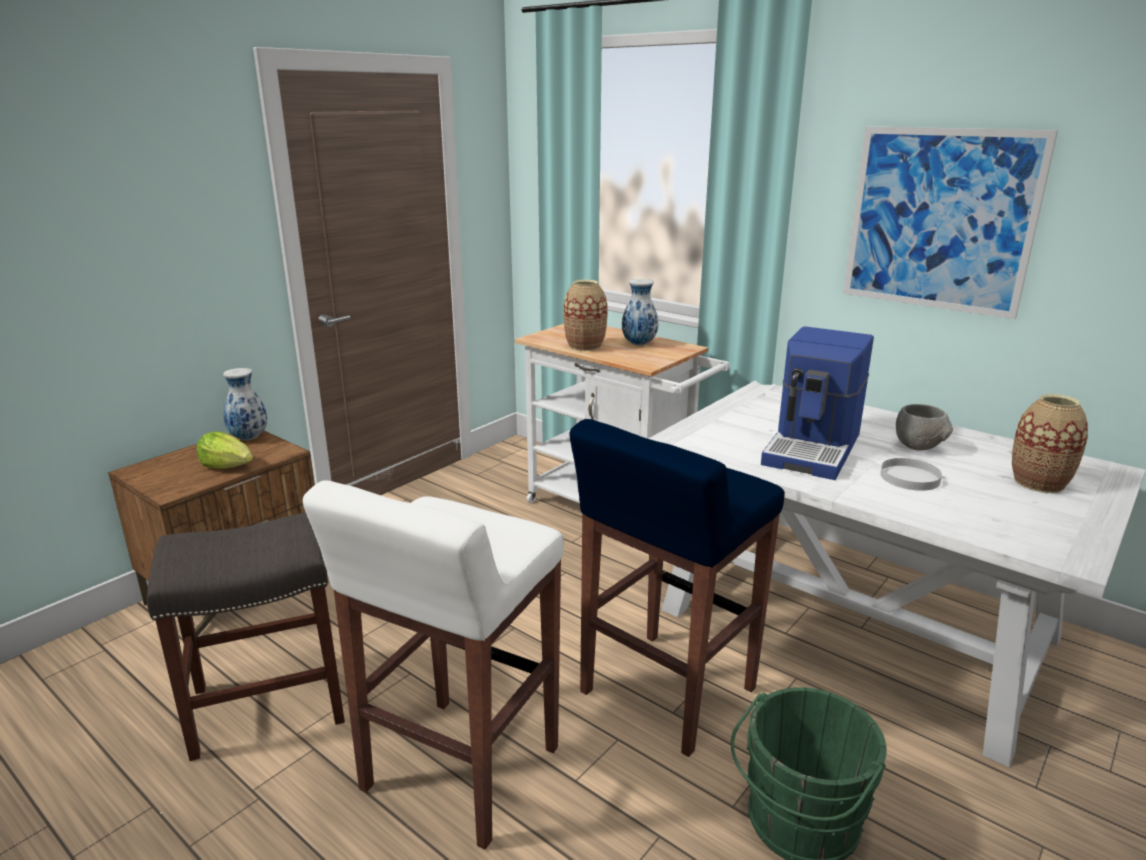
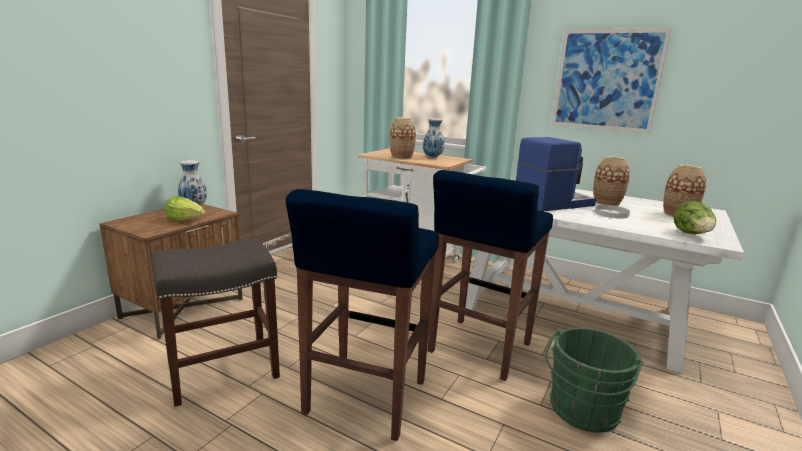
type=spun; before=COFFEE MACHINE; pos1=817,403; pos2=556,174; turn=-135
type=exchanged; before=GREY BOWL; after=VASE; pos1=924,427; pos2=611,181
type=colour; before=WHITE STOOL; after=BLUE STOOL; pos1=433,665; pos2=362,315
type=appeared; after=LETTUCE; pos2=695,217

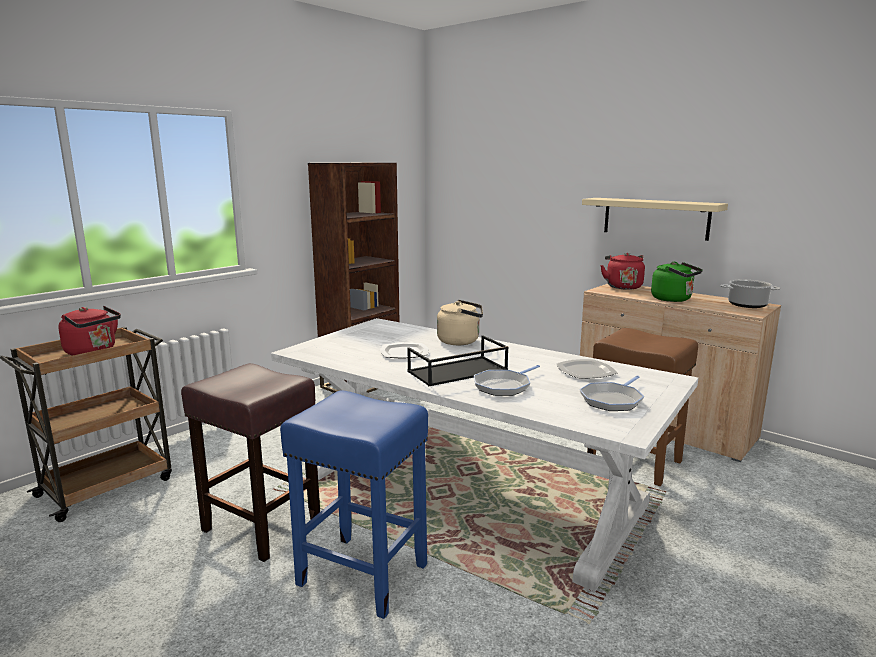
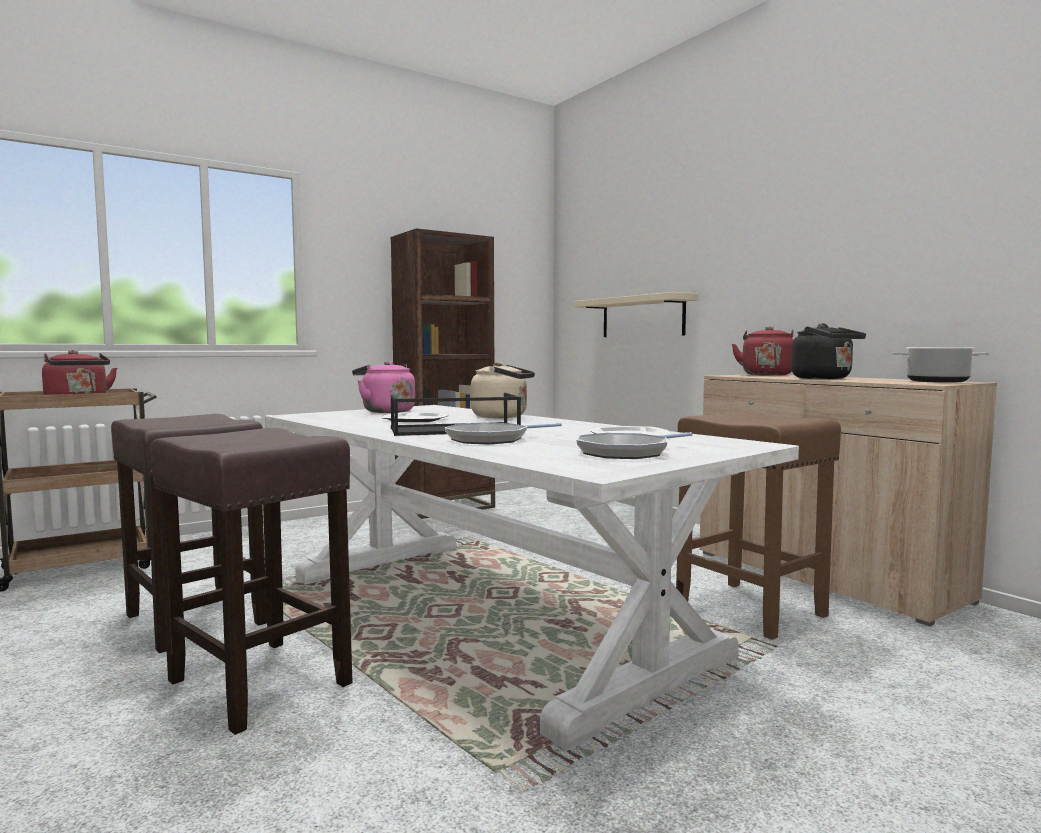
type=relocated; before=BEIGE SHELF; pos1=655,219; pos2=635,314
type=colour; before=GREEN KETTLE; after=BLACK KETTLE; pos1=677,282; pos2=828,351
type=colour; before=BLUE STOOL; after=BROWN STOOL; pos1=354,504; pos2=251,581
type=appeared; after=PINK KETTLE; pos2=383,387

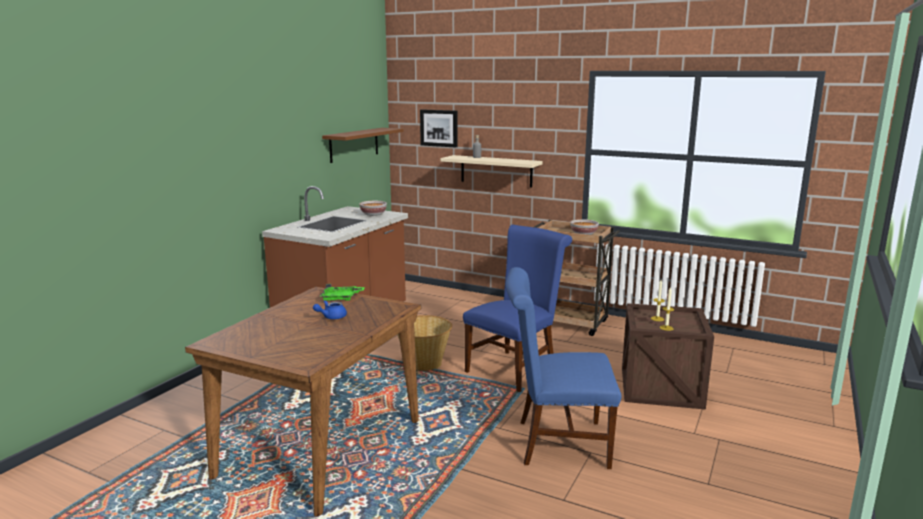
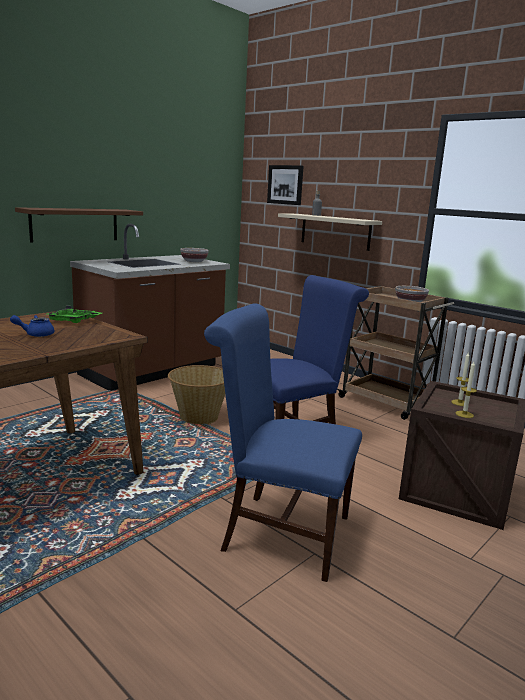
type=relocated; before=BROWN SHELF; pos1=363,145; pos2=79,225

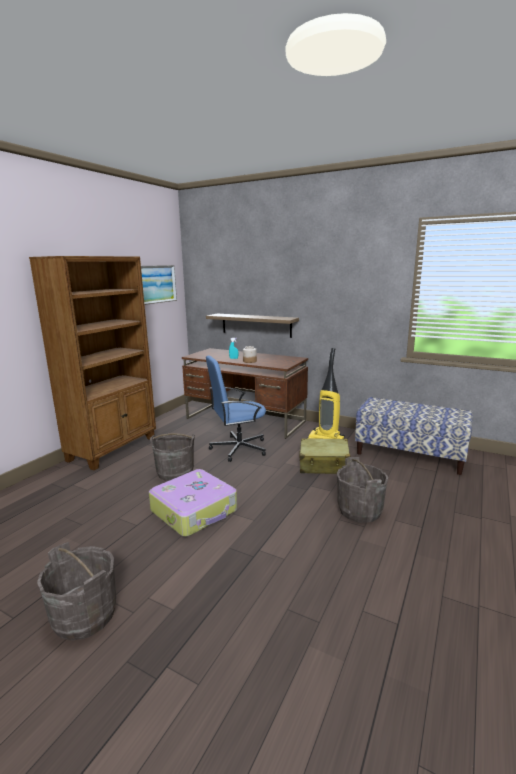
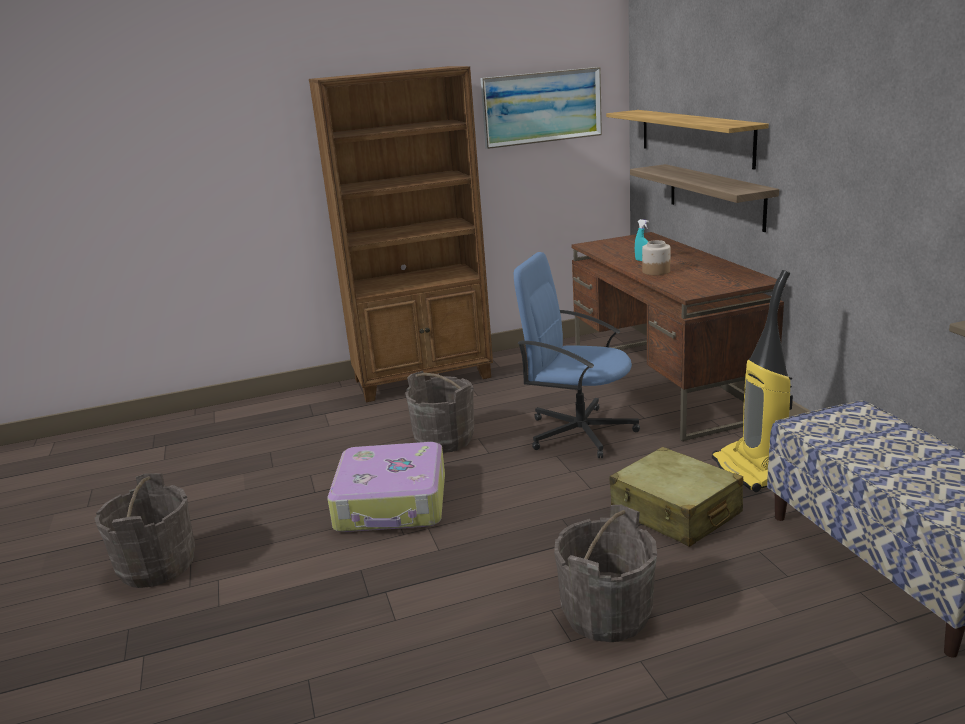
type=appeared; after=SHELF; pos2=687,140

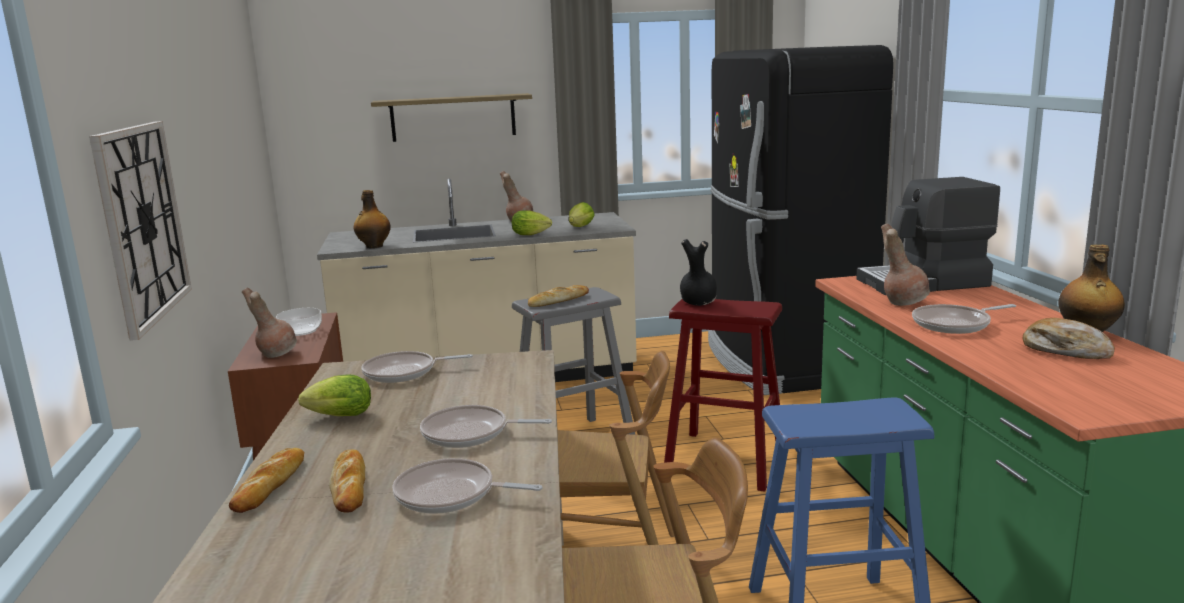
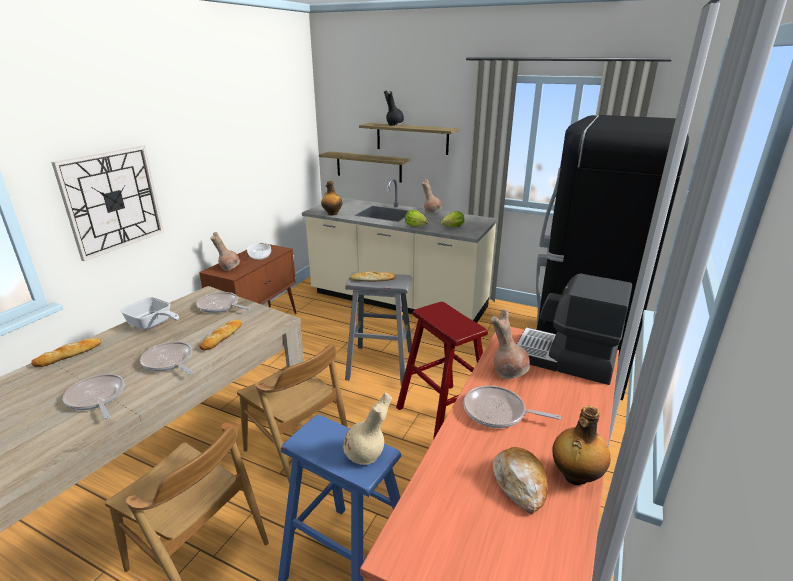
type=relocated; before=BLACK VASE; pos1=698,272; pos2=394,108
type=exchanged; before=LETTUCE; after=FRYING PAN; pos1=334,395; pos2=149,313
type=relocated; before=BREAD; pos1=347,481; pos2=220,335
type=appeared; after=SHELF; pos2=364,167
type=appeared; after=BEIGE VASE; pos2=367,429

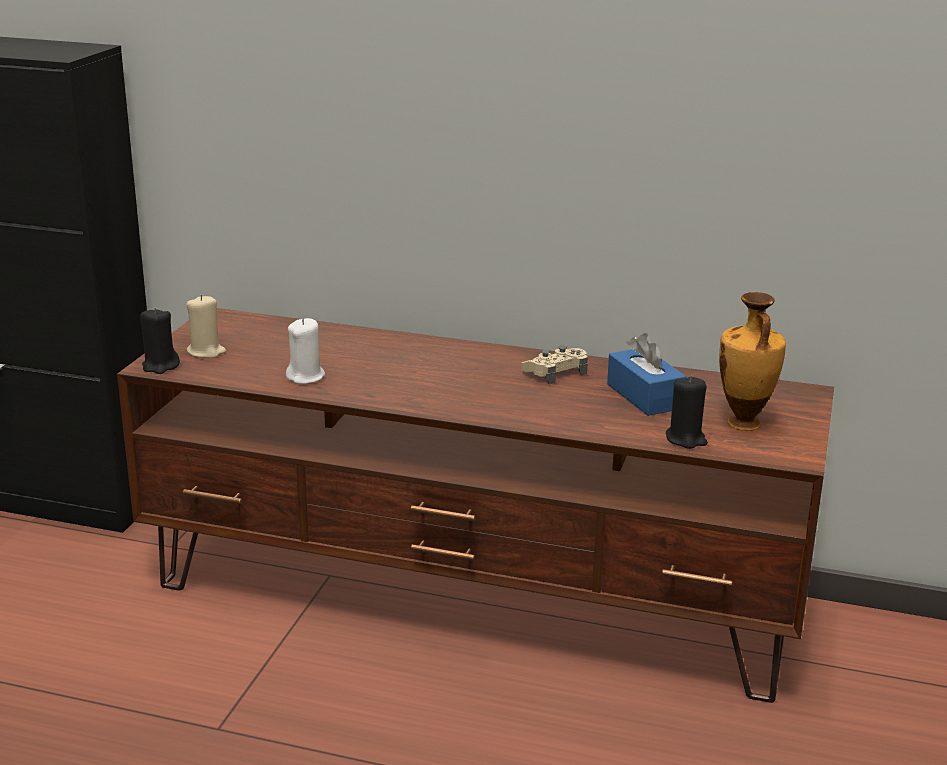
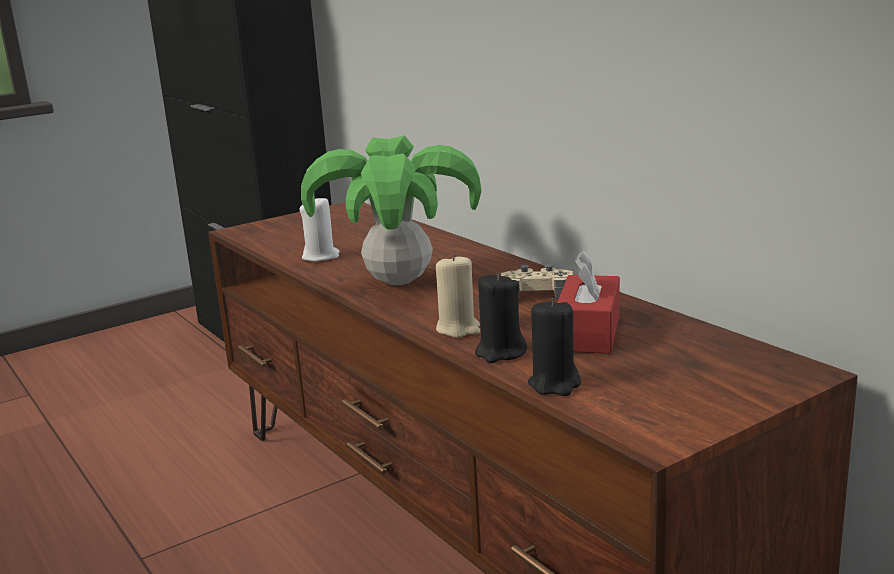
type=missing; before=VASE; pos1=752,361
type=relocated; before=BEIGE CANDLE; pos1=206,326; pos2=458,296
type=relocated; before=BLACK CANDLE; pos1=160,341; pos2=501,317
type=colour; before=BLUE TISSUE BOX; after=RED TISSUE BOX; pos1=647,374; pos2=588,302
type=appeared; after=POTTED PLANT; pos2=391,210

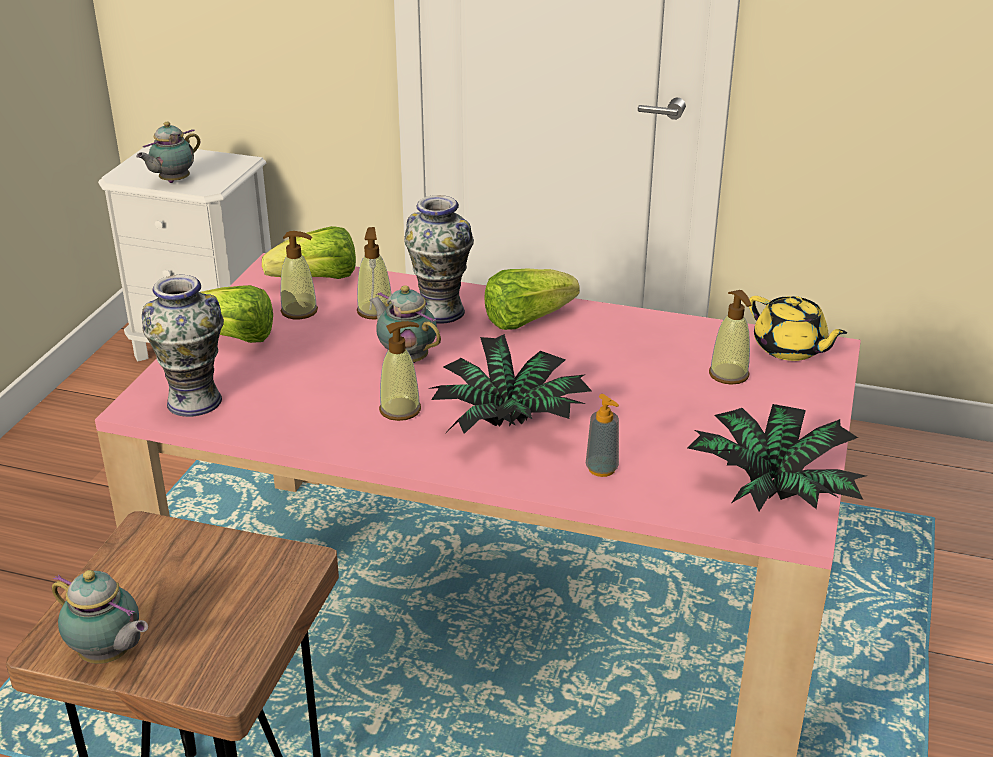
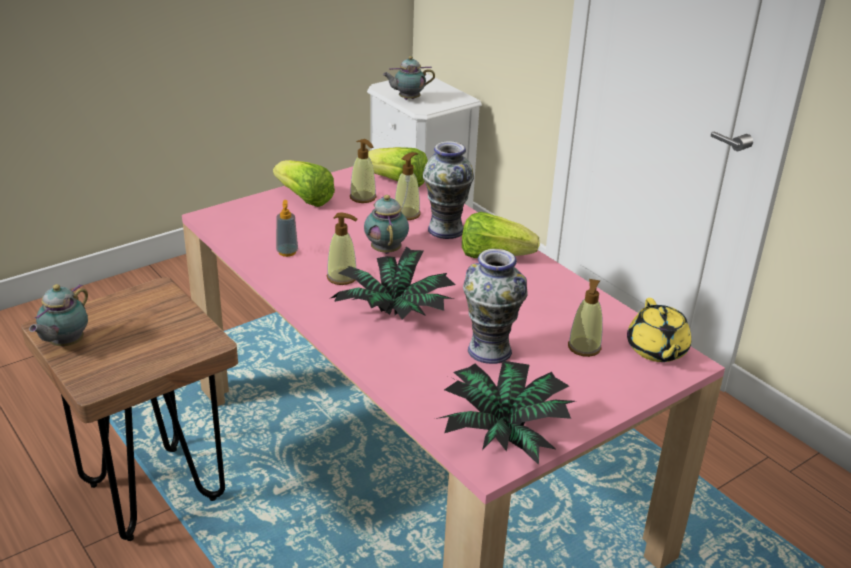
type=relocated; before=VASE; pos1=183,346; pos2=495,306
type=relocated; before=SOAP DISPENSER; pos1=602,435; pos2=287,228
type=spun; before=TEAPOT; pos1=100,617; pos2=58,315; turn=45

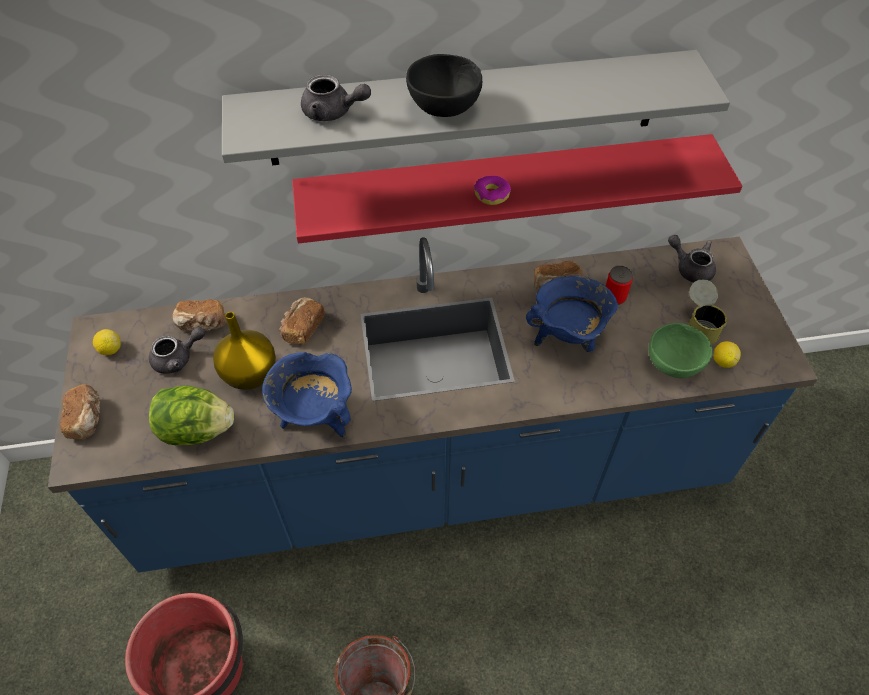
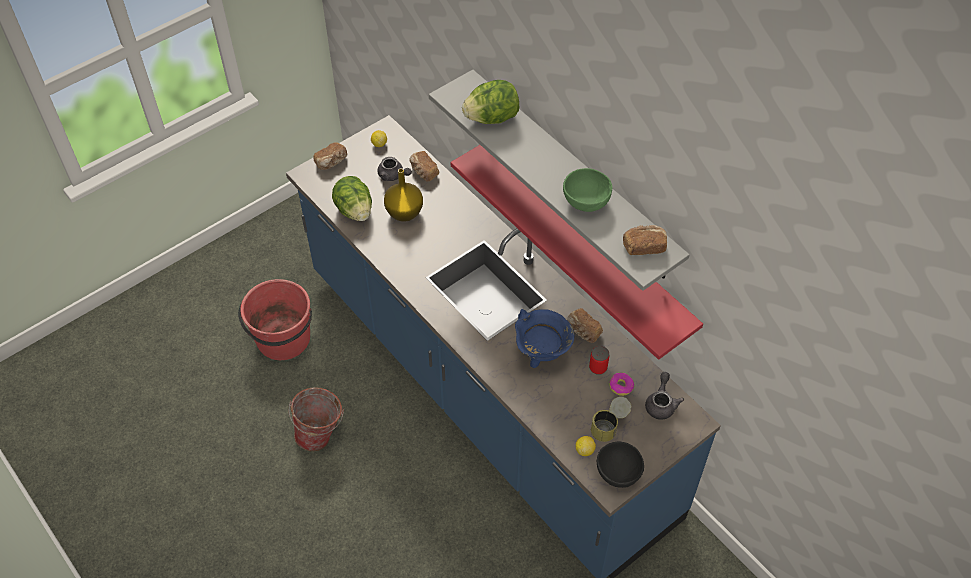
type=relocated; before=BLACK BOWL; pos1=444,85; pos2=620,465
type=exchanged; before=GREY TEAPOT; after=LETTUCE; pos1=336,98; pos2=490,102
type=relocated; before=DONUT; pos1=492,190; pos2=621,384
type=relocated; before=BREAD; pos1=302,321; pos2=645,240
type=relocated; before=GREEN BOWL; pos1=681,350; pos2=588,190
type=missing; before=BLUE COOKING POT; pos1=307,394

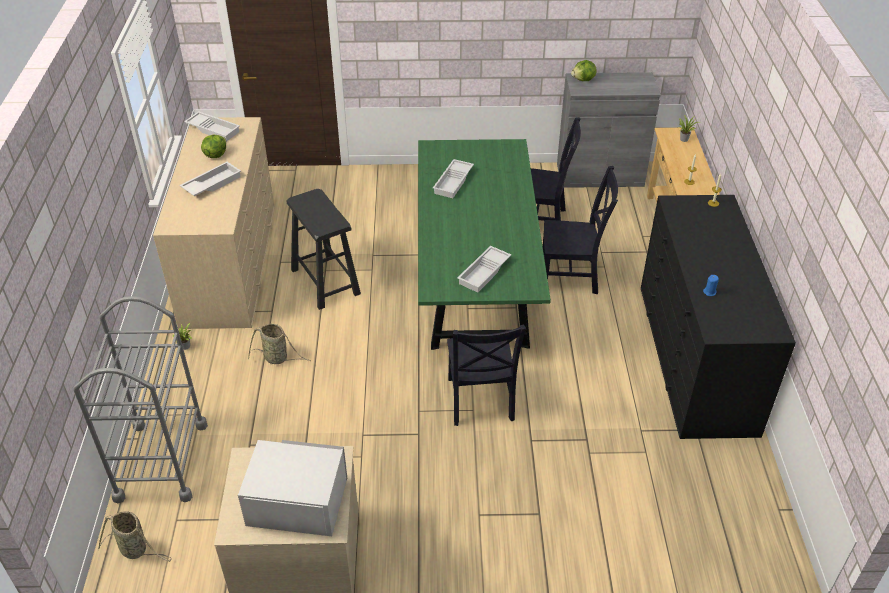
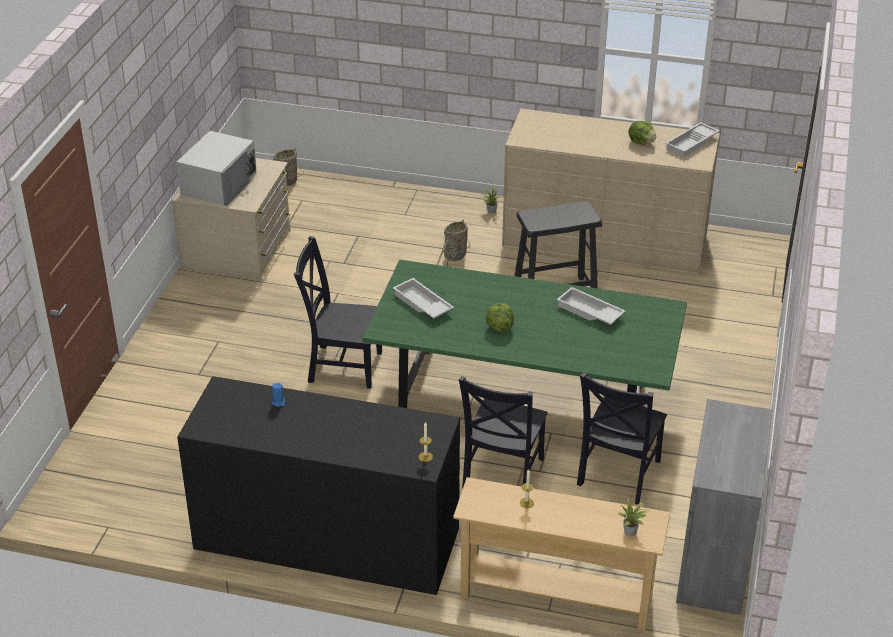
type=relocated; before=LETTUCE; pos1=584,70; pos2=500,317
type=missing; before=WHITE TRAY; pos1=210,179
type=missing; before=GREY CART; pos1=140,399

